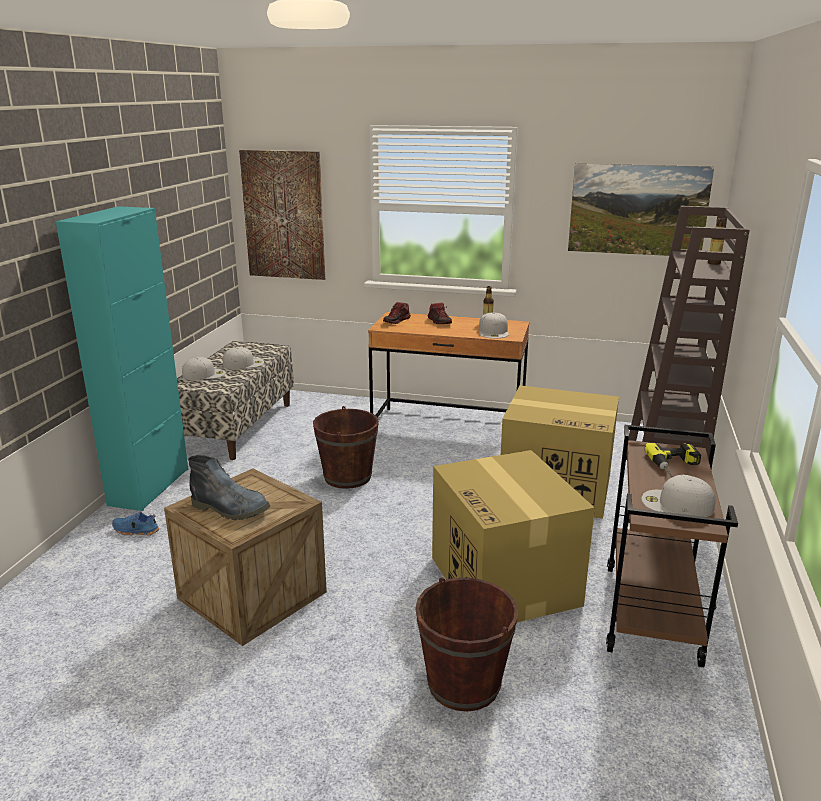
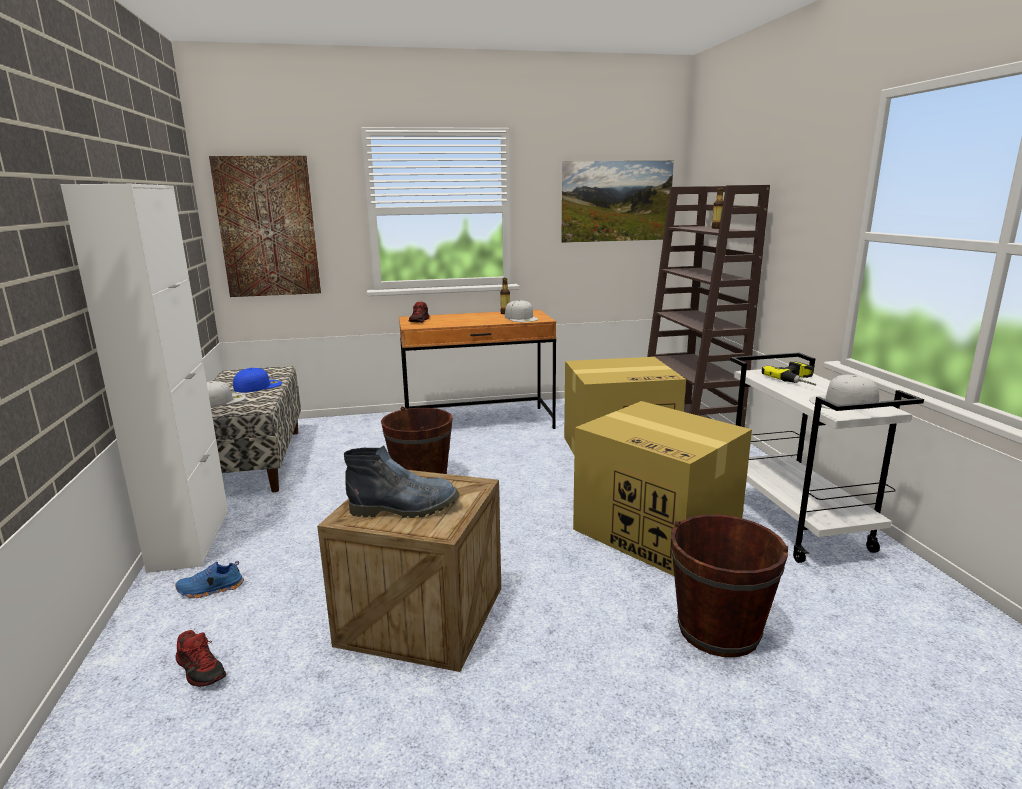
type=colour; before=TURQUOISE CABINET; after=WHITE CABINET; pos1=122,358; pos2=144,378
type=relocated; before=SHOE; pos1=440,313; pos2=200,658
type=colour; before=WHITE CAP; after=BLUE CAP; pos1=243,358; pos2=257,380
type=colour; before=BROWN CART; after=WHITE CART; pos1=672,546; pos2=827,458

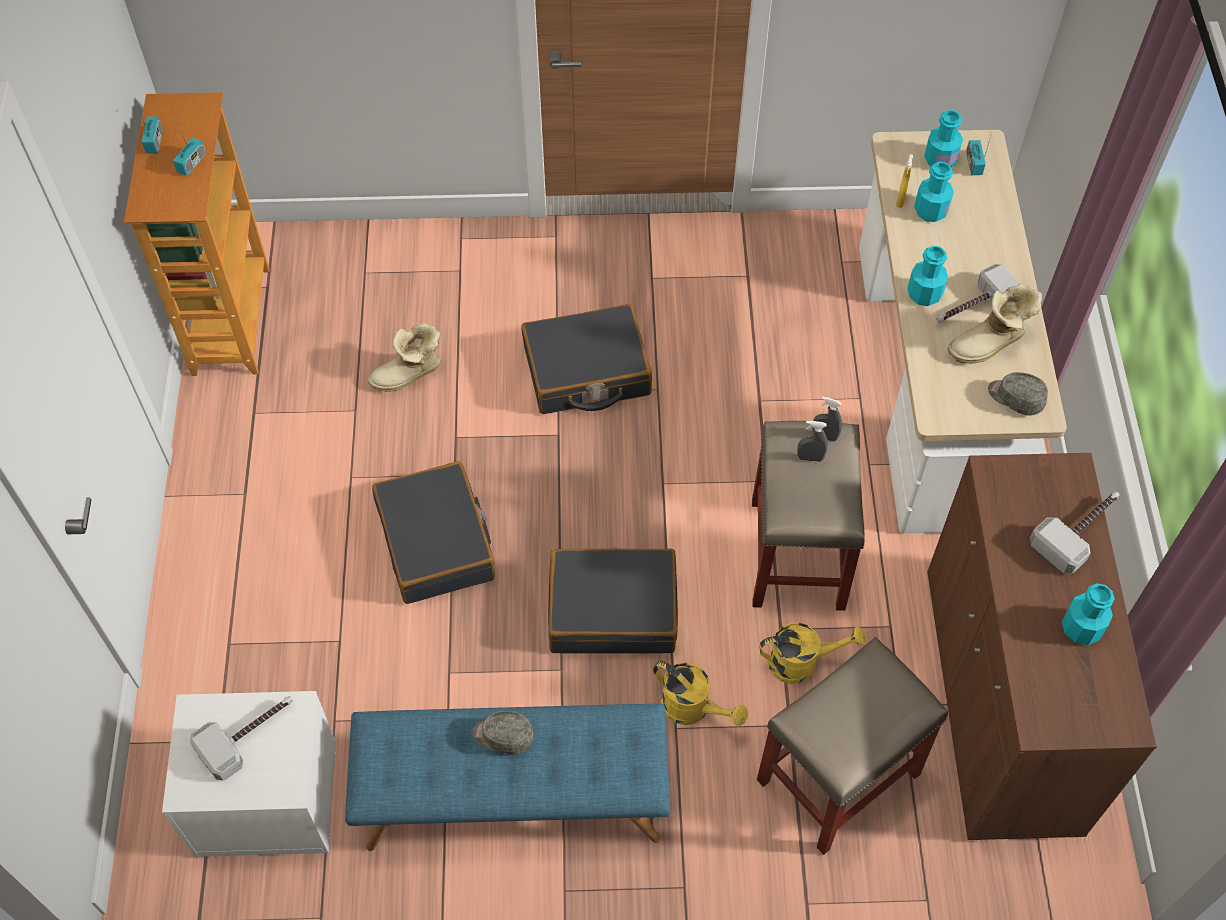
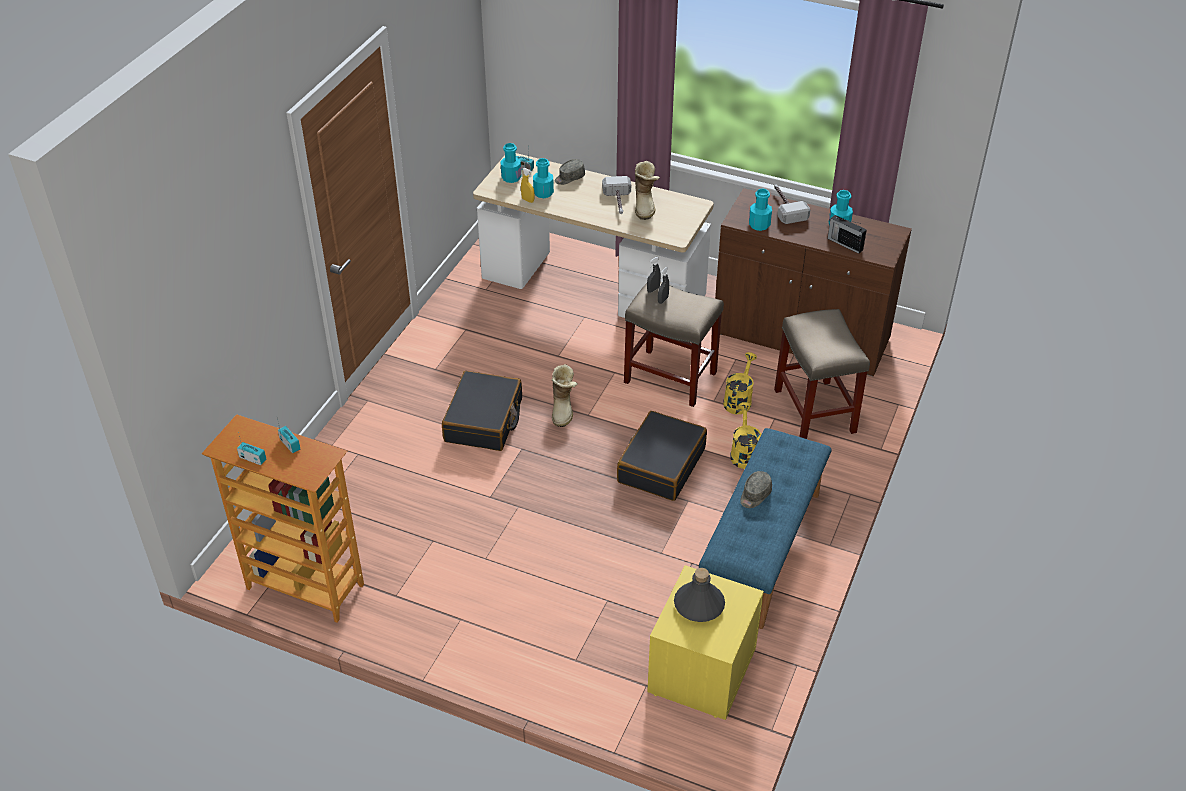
type=relocated; before=TURQUOISE BOTTLE; pos1=927,276; pos2=760,209
type=relocated; before=BOOT; pos1=404,357; pos2=564,395
type=relocated; before=GREY CAP; pos1=1018,394; pos2=570,172
type=missing; before=BLACK SUITCASE; pos1=433,532
type=spun; before=YELLOW WATERING CAN; pos1=700,693; pos2=745,435; turn=-60
type=colour; before=WHITE NIGHTSTAND; after=YELLOW NIGHTSTAND; pos1=249,774; pos2=705,642
type=exchanged; before=HAMMER; after=GREY BOTTLE; pos1=241,738; pos2=699,595
type=appeared; after=RADIO; pos2=847,234

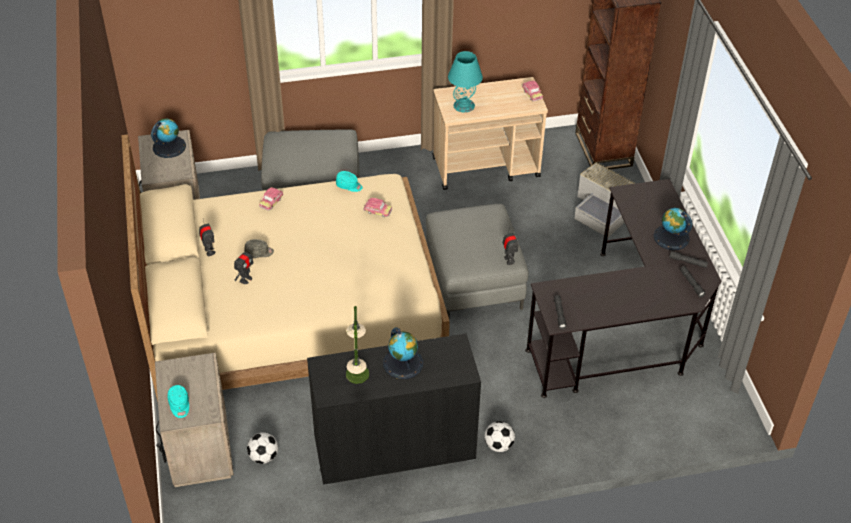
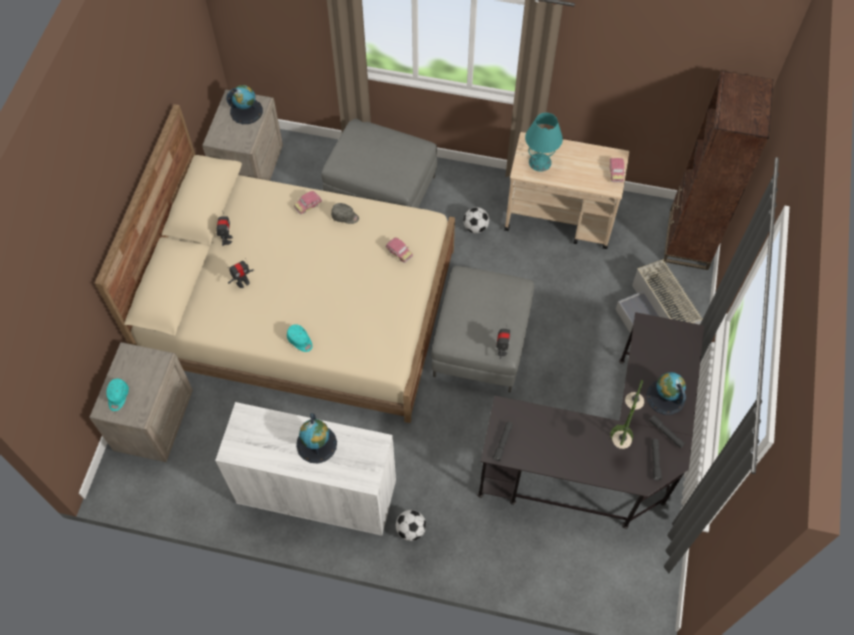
type=relocated; before=TURQUOISE CAP; pos1=349,181; pos2=300,338
type=relocated; before=GREY CAP; pos1=259,248; pos2=345,213
type=relocated; before=TABLE LAMP; pos1=357,345; pos2=627,414
type=colour; before=BLACK CABINET; after=WHITE CABINET; pos1=394,409; pos2=305,469
type=relocated; before=FOOTBALL; pos1=262,448; pos2=476,220

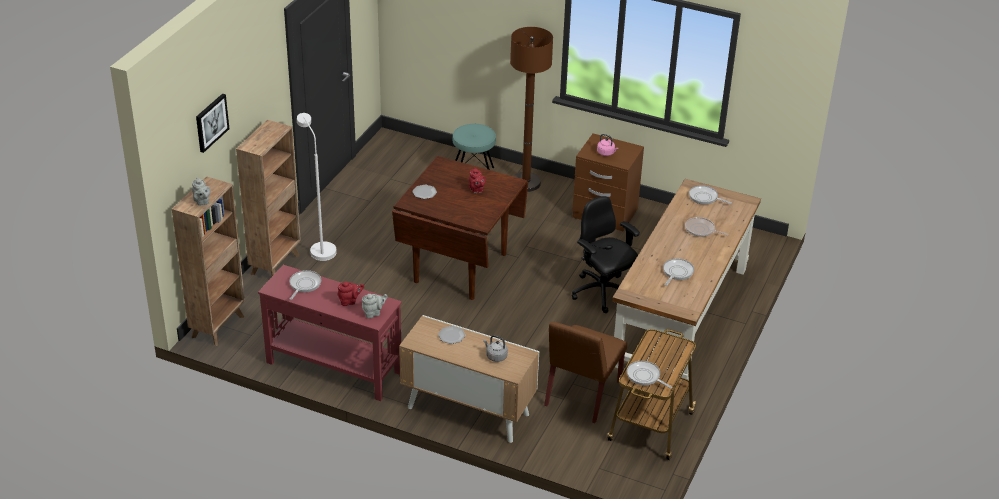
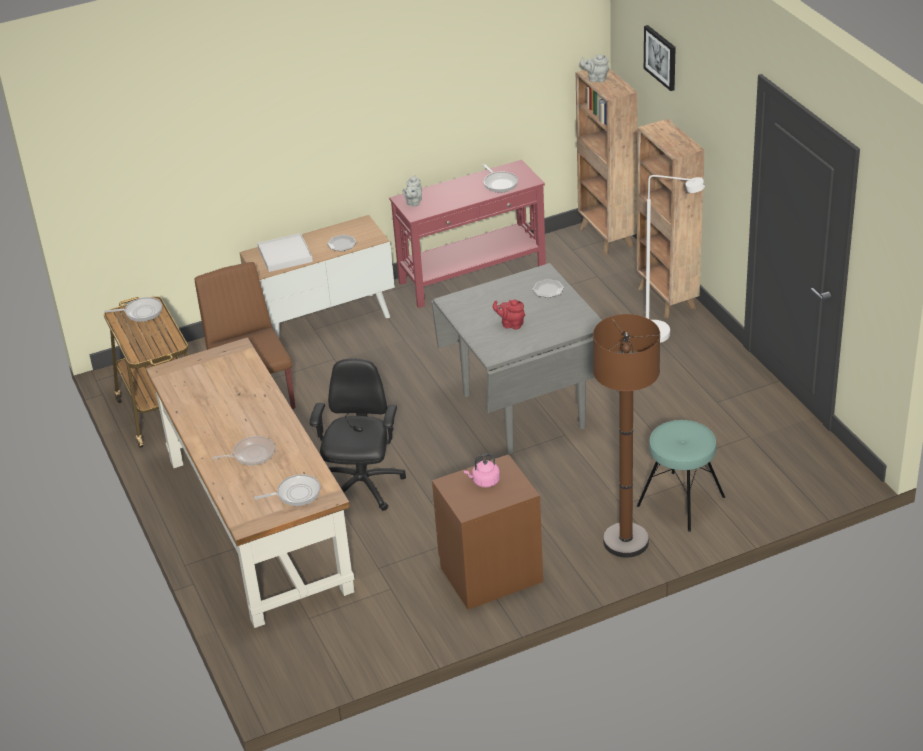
type=colour; before=BROWN DINING TABLE; after=GREY DINING TABLE; pos1=460,228; pos2=516,358
type=spun; before=BLACK OFFICE CHAIR; pos1=606,254; pos2=358,434; turn=-90
type=missing; before=FRYING PAN; pos1=678,272
type=missing; before=RED TEAPOT; pos1=351,294
type=exchanged; before=GREY KETTLE; after=WHITE TRAY; pos1=495,348; pos2=285,252

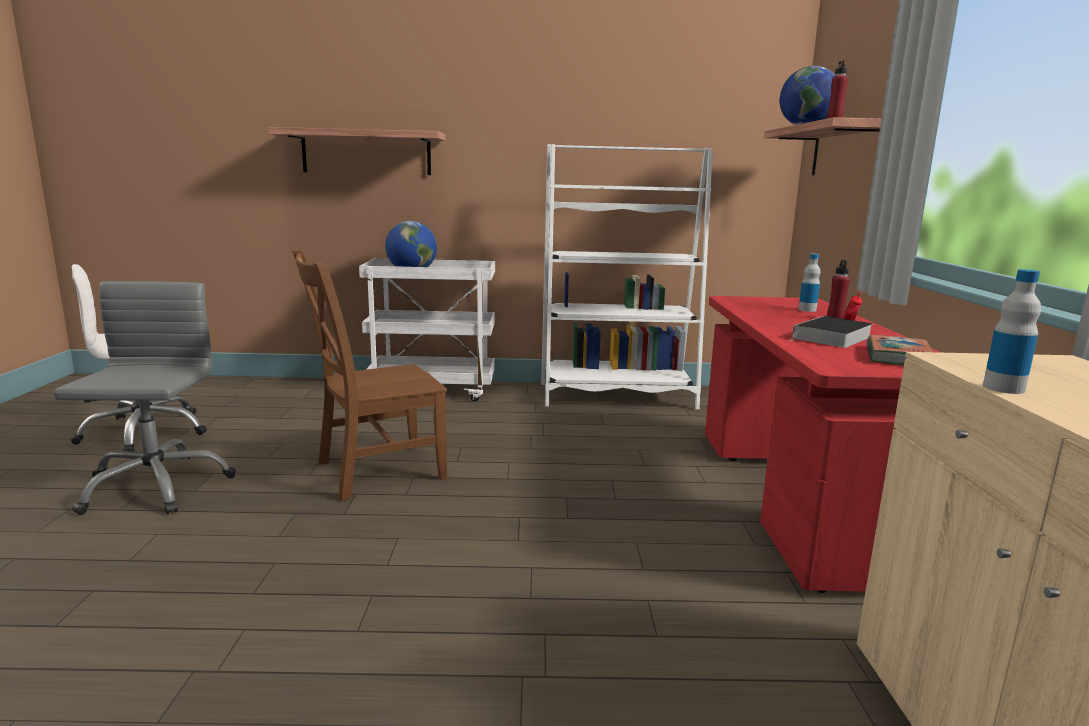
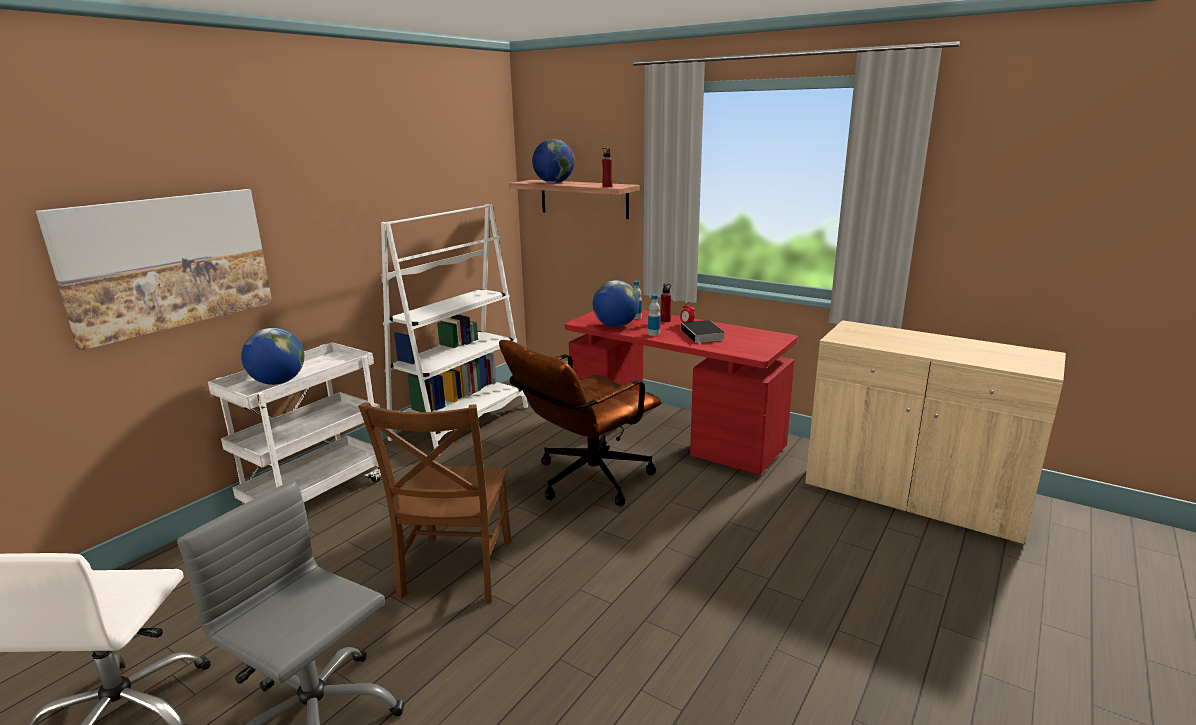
type=exchanged; before=SHELF; after=PICTURE; pos1=356,151; pos2=154,269
type=relocated; before=BOTTLE; pos1=1012,331; pos2=654,315
type=missing; before=BOOK; pos1=900,350
type=appeared; after=GLOBE; pos2=616,303
type=appeared; after=BROWN OFFICE CHAIR; pos2=580,423

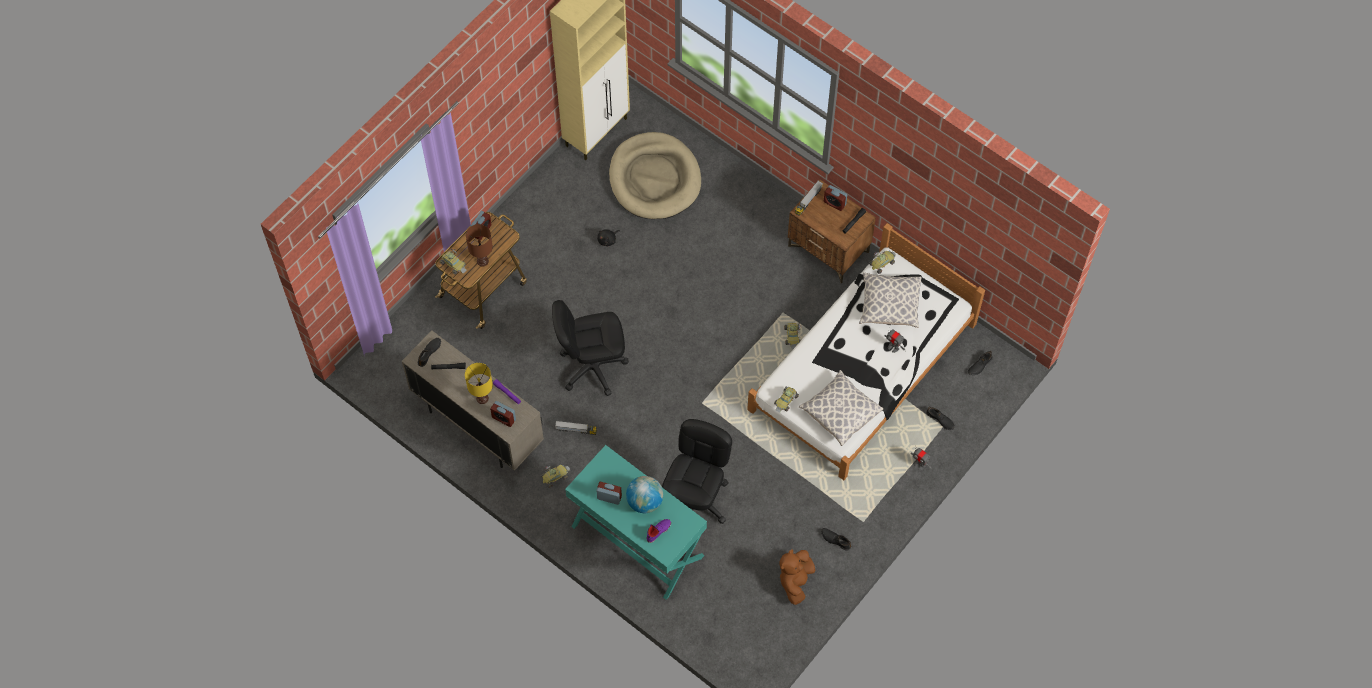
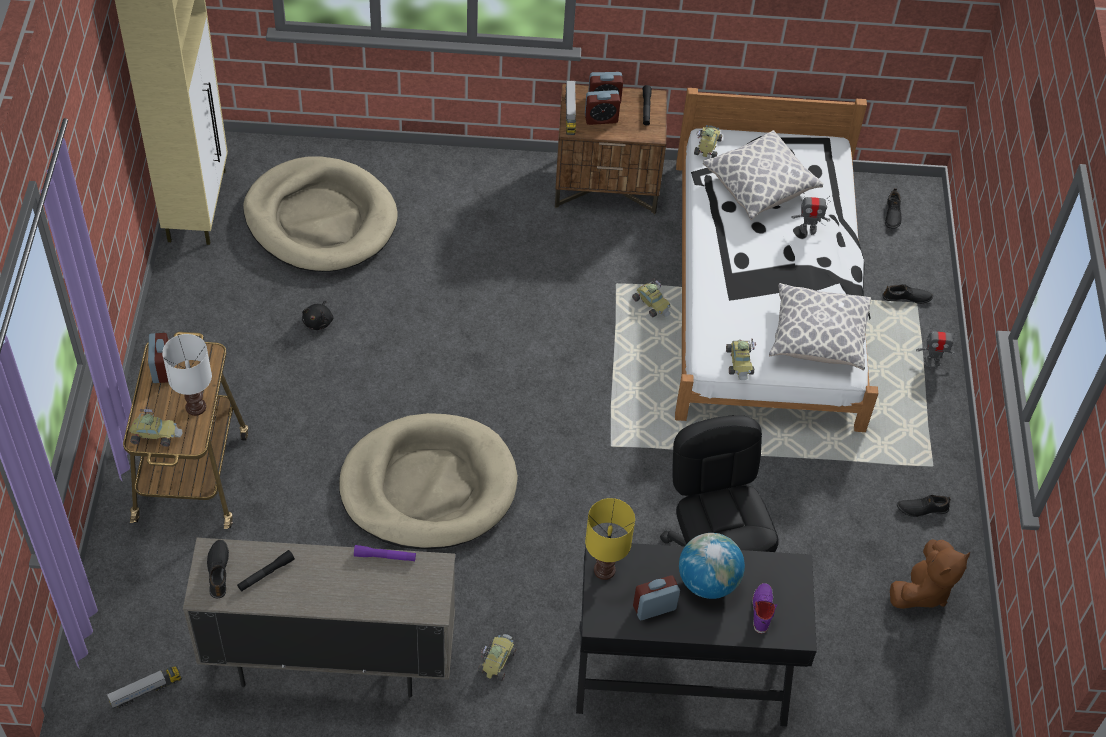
type=colour; before=BROWN TABLE LAMP; after=WHITE TABLE LAMP; pos1=479,245; pos2=187,375
type=exchanged; before=BLACK OFFICE CHAIR; after=BEIGE DOG BED; pos1=590,348; pos2=428,481
type=relocated; before=YELLOW TABLE LAMP; pos1=479,383; pos2=610,539
type=relocated; before=ALARM CLOCK; pos1=503,414; pos2=602,107
type=relocated; before=TOY TRUCK; pos1=576,428; pos2=144,687
type=colour; before=TURQUOISE DESK; after=BLACK DESK; pos1=636,522; pos2=696,634
type=spun; before=BROWN PLUSH TOY; pos1=798,577; pos2=930,574; turn=-120

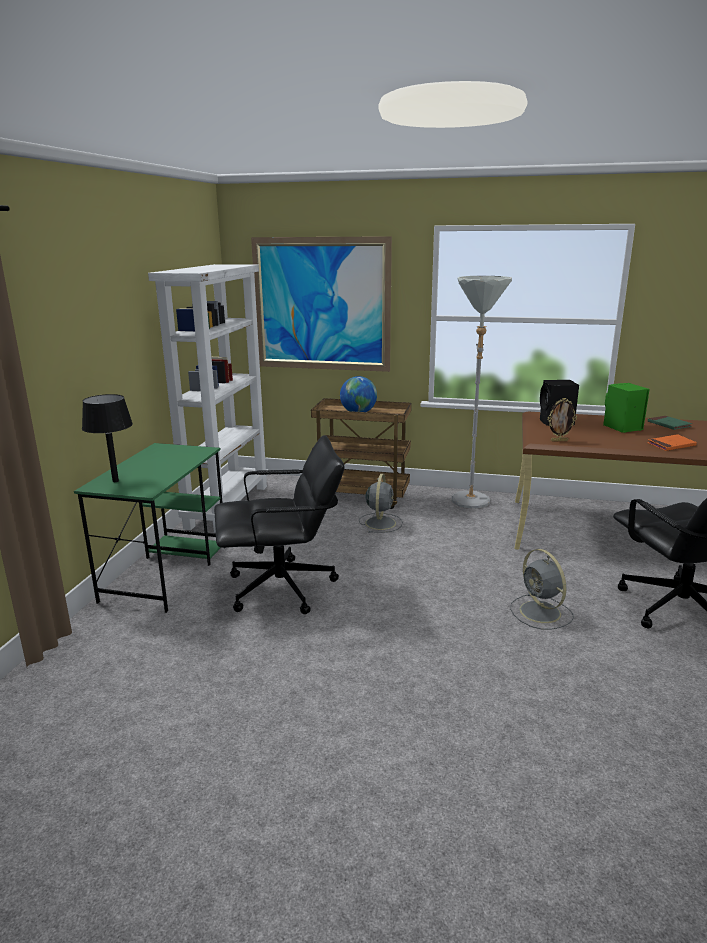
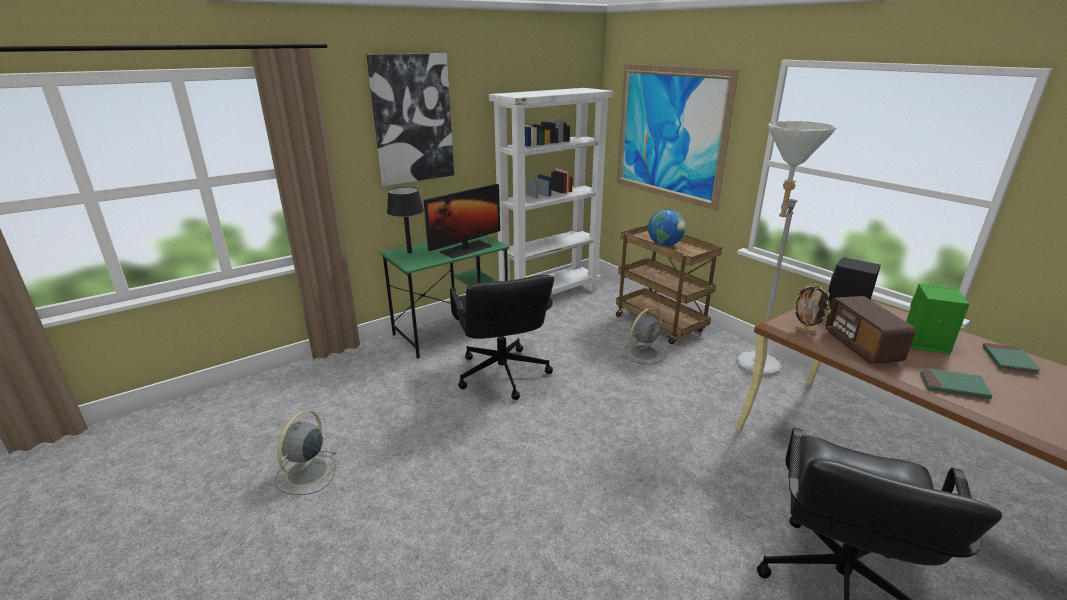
type=colour; before=ORANGE BOOK; after=GREEN BOOK; pos1=672,442; pos2=956,383
type=spun; before=BLACK OFFICE CHAIR; pos1=279,524; pos2=502,337; turn=45
type=relocated; before=GREY FAN; pos1=542,589; pos2=305,452
type=appeared; after=PICTURE; pos2=410,119
type=appeared; after=MONITOR; pos2=462,221
type=appeared; after=RADIO; pos2=870,330

